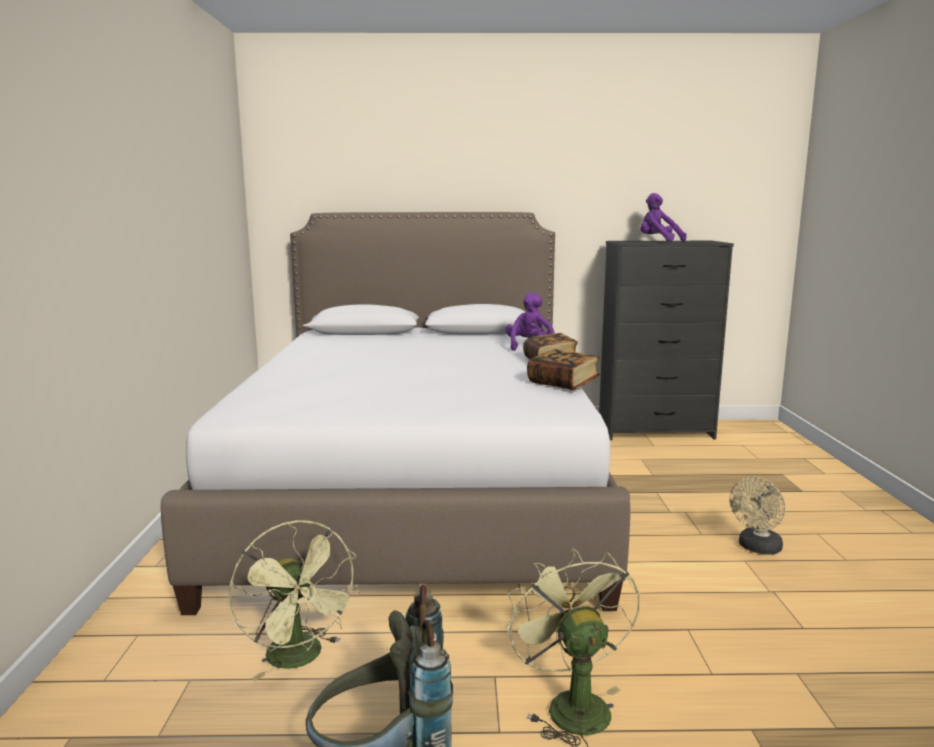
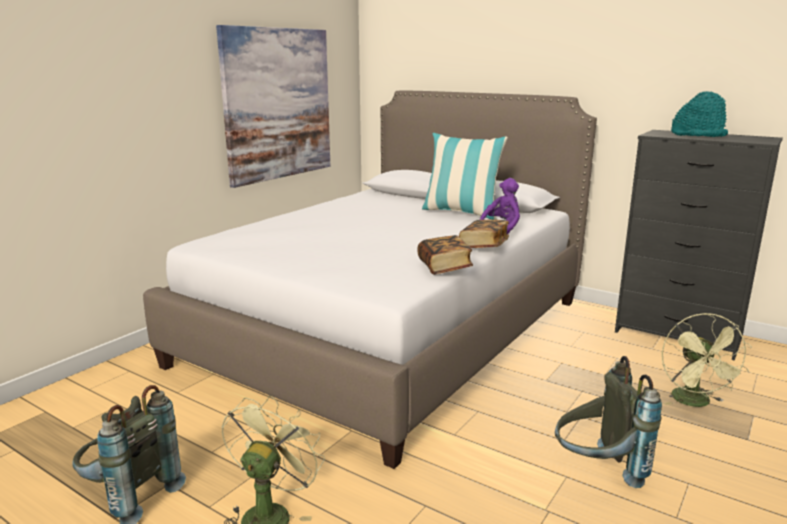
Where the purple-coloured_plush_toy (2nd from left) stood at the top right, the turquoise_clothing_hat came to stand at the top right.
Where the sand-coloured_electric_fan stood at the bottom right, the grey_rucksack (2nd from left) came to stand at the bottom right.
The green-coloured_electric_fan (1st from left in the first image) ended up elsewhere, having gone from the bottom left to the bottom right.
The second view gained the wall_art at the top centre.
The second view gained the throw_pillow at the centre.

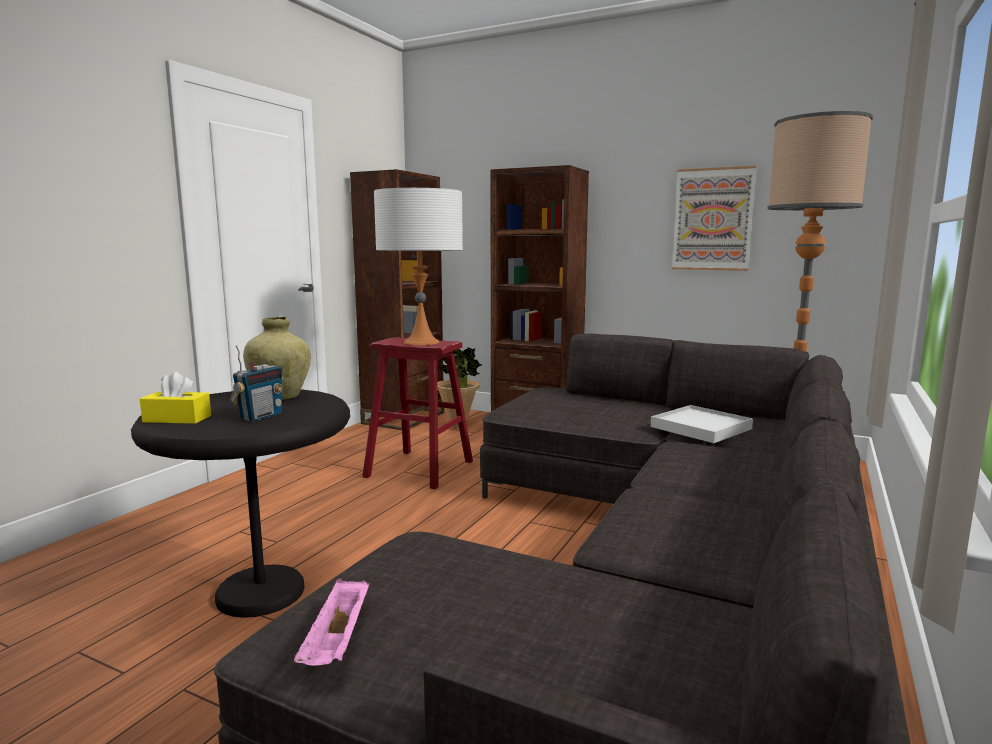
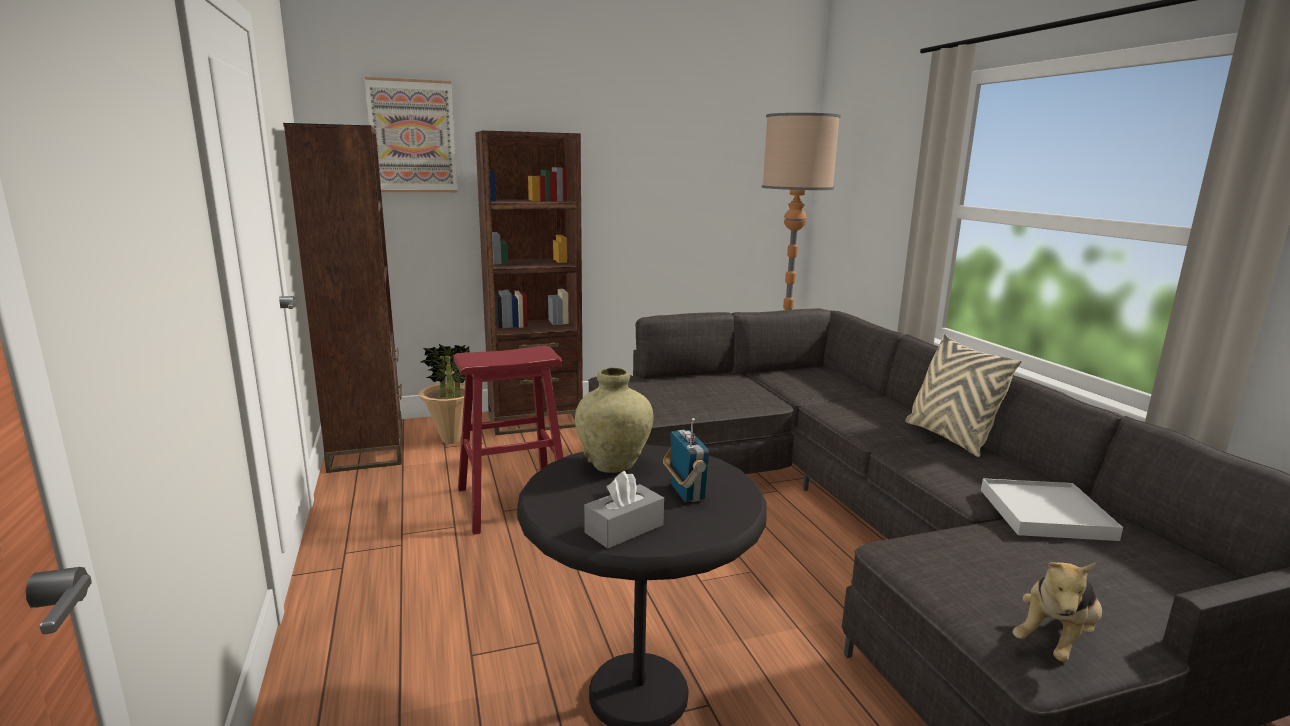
The wall_art ended up elsewhere, having gone from the top right to the top left.
The second view lost the white_tabletop_lamp at the centre.
What was the yellow_box_of_tissues at the middle left turned into the grey_box_of_tissues at the bottom centre.
The white_tray ended up elsewhere, having gone from the middle right to the bottom right.
Where the pink_tray stood at the bottom centre, the plush_toy came to stand at the bottom right.
The second view gained the sand-coloured_throw_pillow at the middle right.

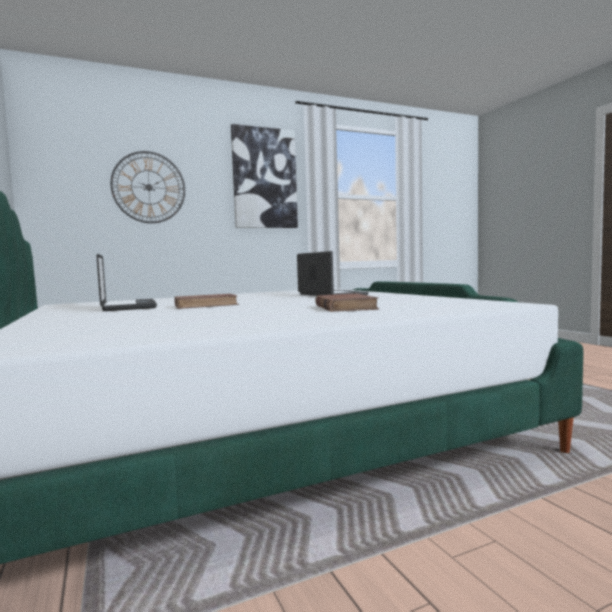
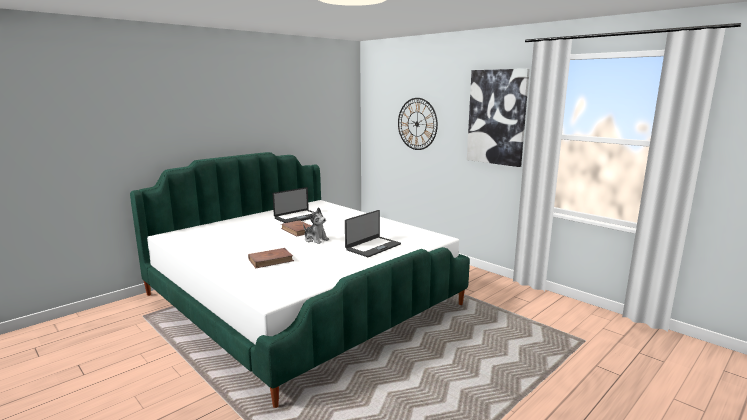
The second view gained the plush_toy at the centre.

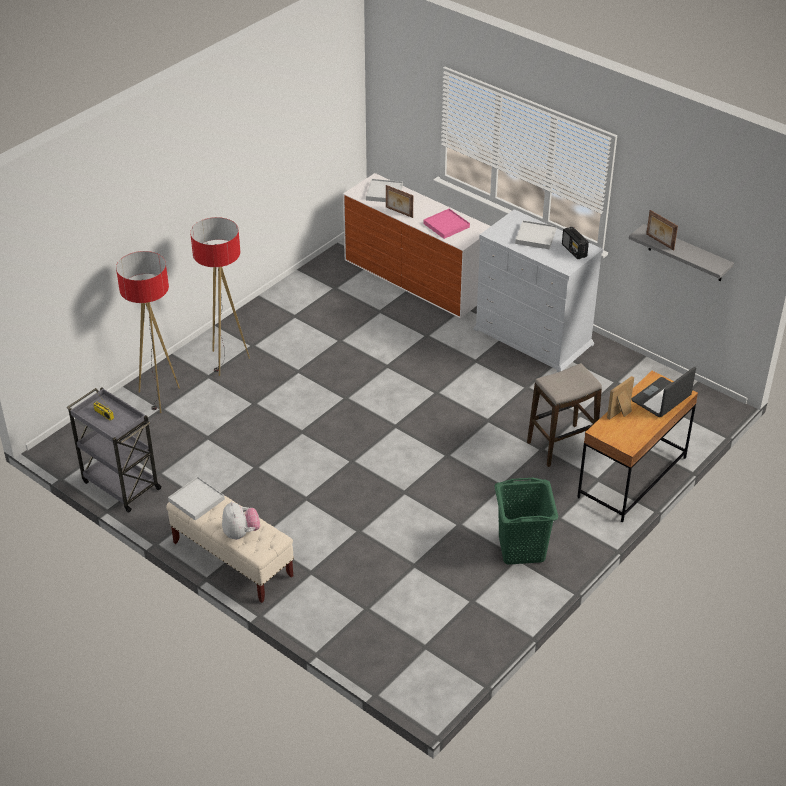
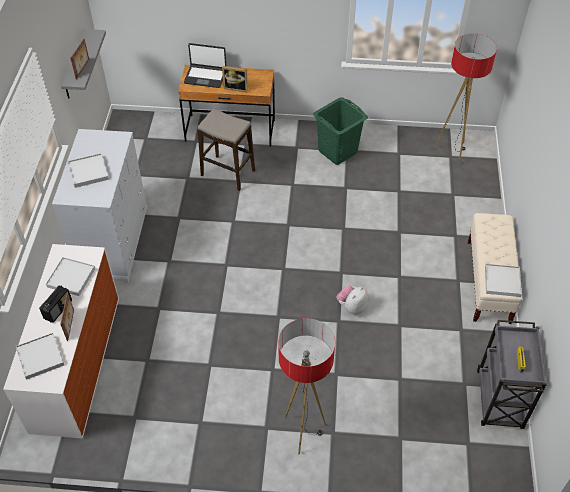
What was the pink_tray at the top centre turned into the white_tray (2nd from left) at the middle left.
The radio (2nd from left in the first image) ended up elsewhere, having gone from the top right to the middle left.
The standing_lamp (1st from left in the first image) ended up elsewhere, having gone from the middle left to the top right.
The plush_toy ended up elsewhere, having gone from the middle left to the centre.

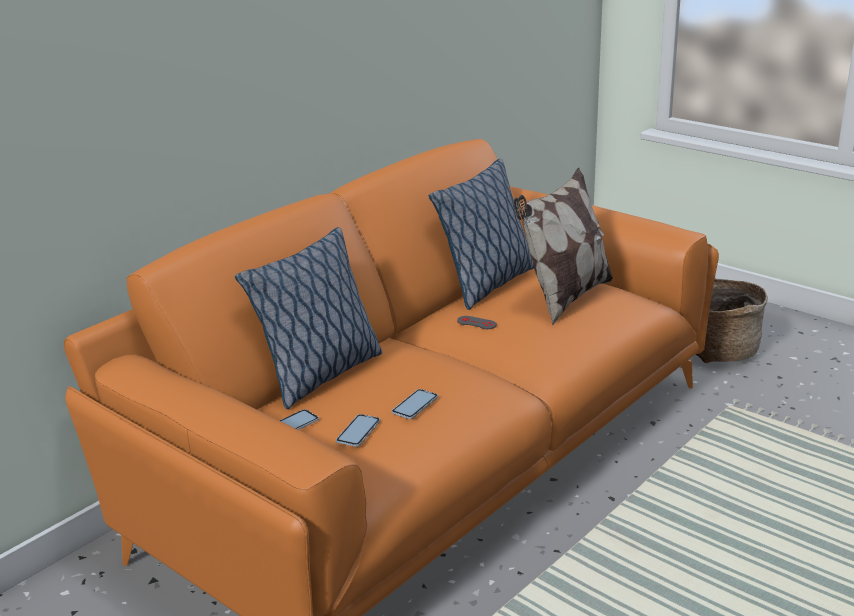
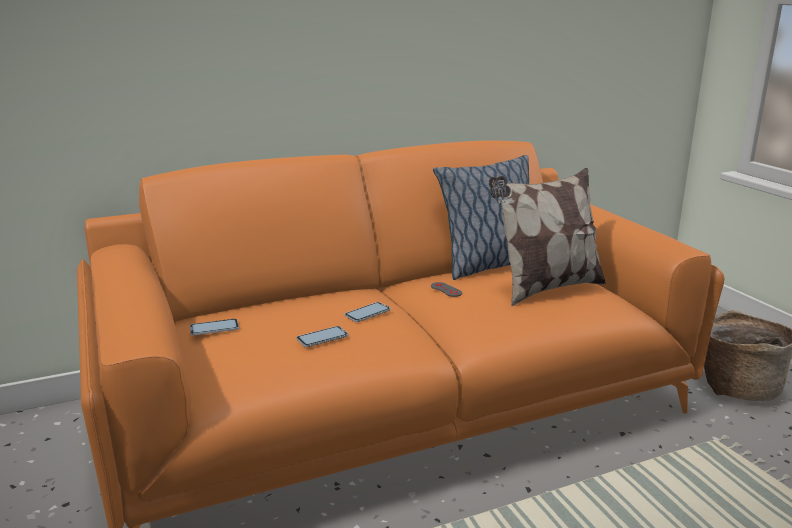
The second view lost the throw_pillow (1st from left) at the centre.
The phone (2nd from left in the first image) ended up elsewhere, having gone from the bottom centre to the centre.

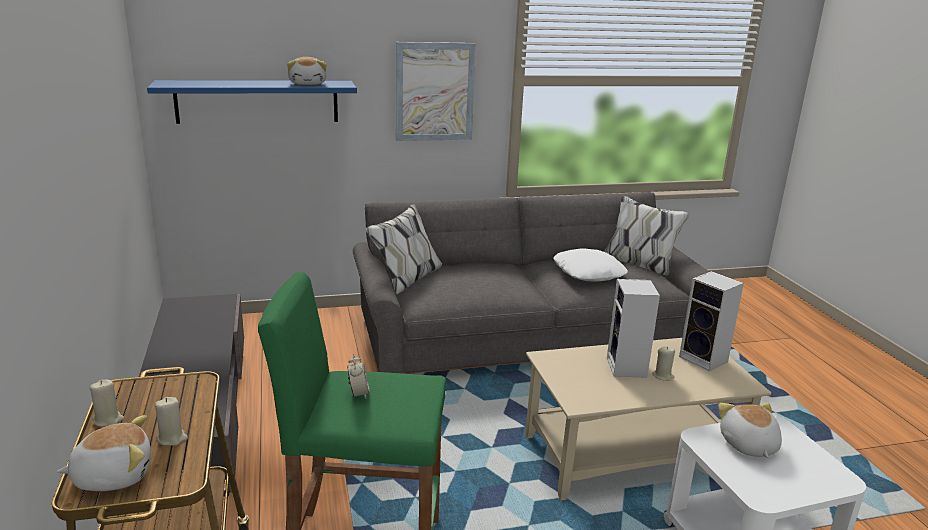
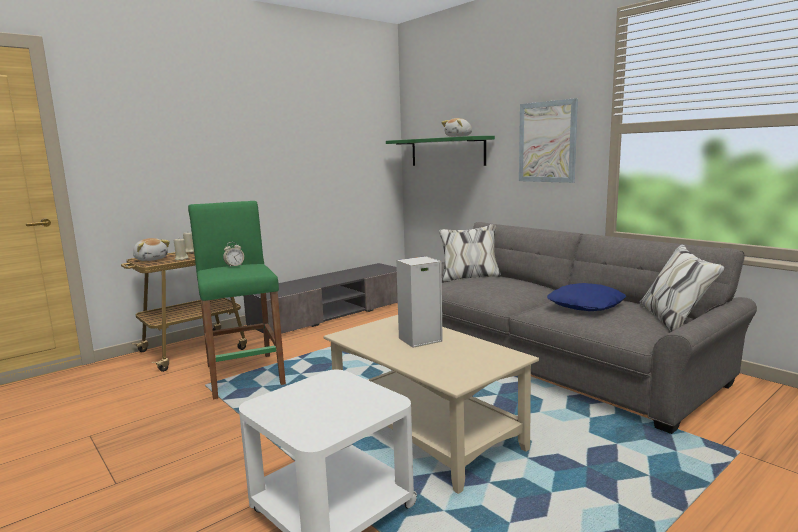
What was the blue_shelf at the top left turned into the green-coloured_shelf at the top centre.
What was the white_throw_pillow at the centre turned into the blue_throw_pillow at the middle right.
The second view lost the loudspeaker (2nd from left) at the middle right.
The second view lost the sand-coloured_wax_light (3rd from left) at the bottom right.
The second view lost the plush_toy (3rd from left) at the bottom right.

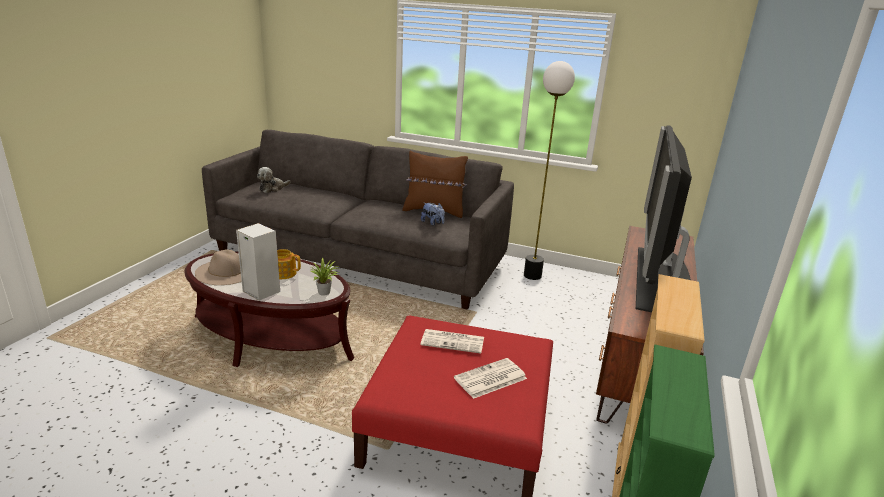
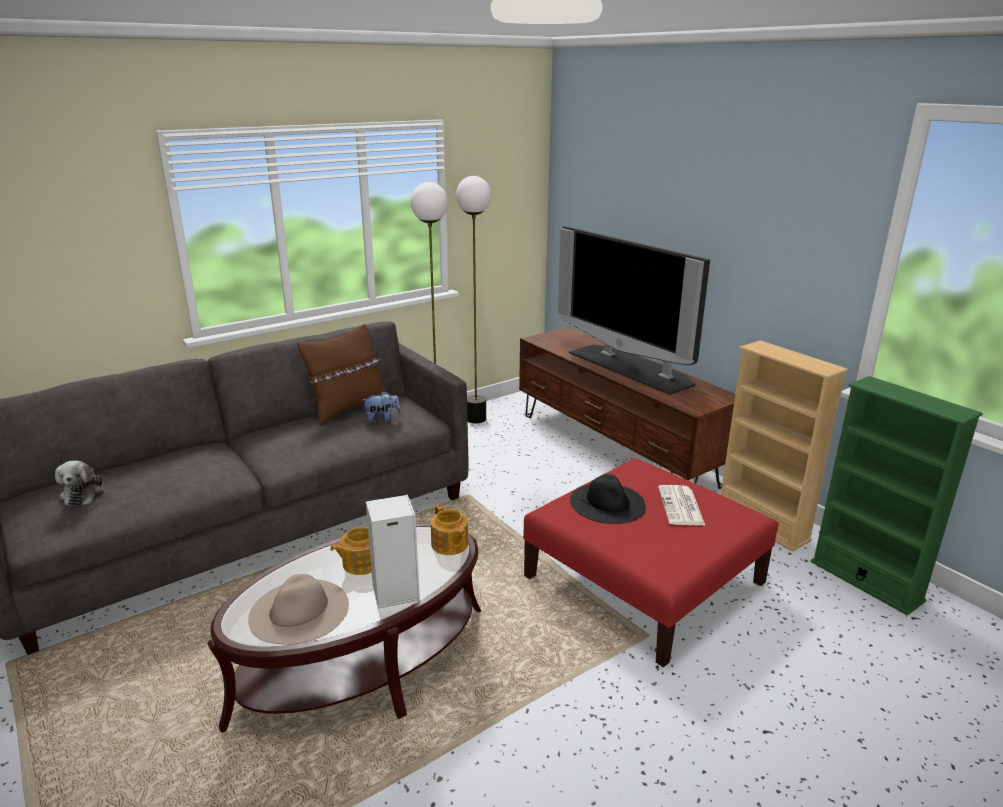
Where the houseplant stood at the centre, the tea_pot (2nd from left) came to stand at the centre.
Where the daily_paper (1st from left) stood at the bottom centre, the black_clothing_hat came to stand at the centre.
The second view gained the standing_lamp (2nd from left) at the centre.

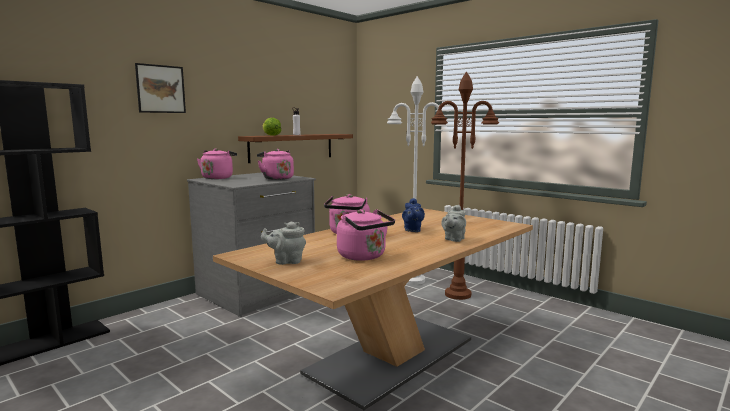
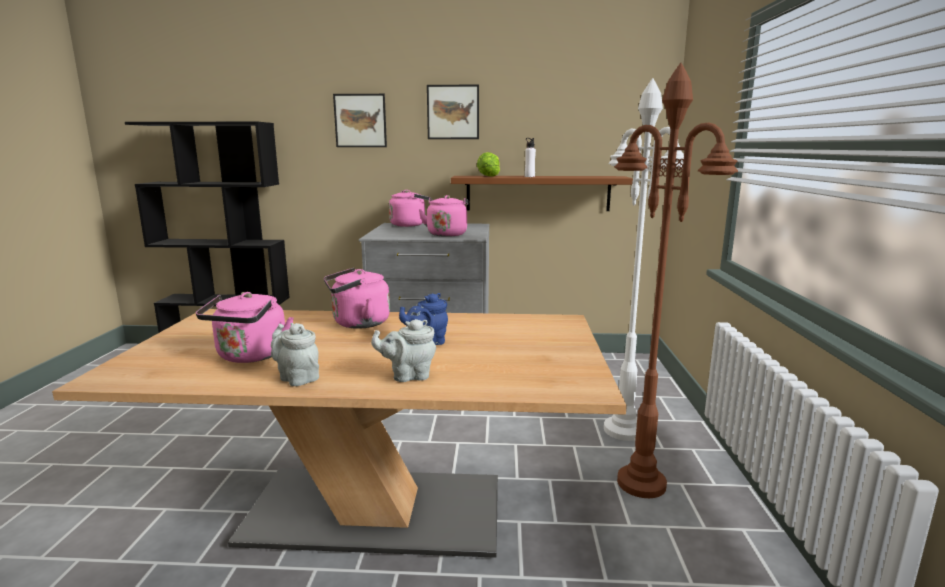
The grey_tea_pot (1st from left) ended up elsewhere, having gone from the centre to the middle left.
The second view gained the wall_art (2nd from left) at the top centre.

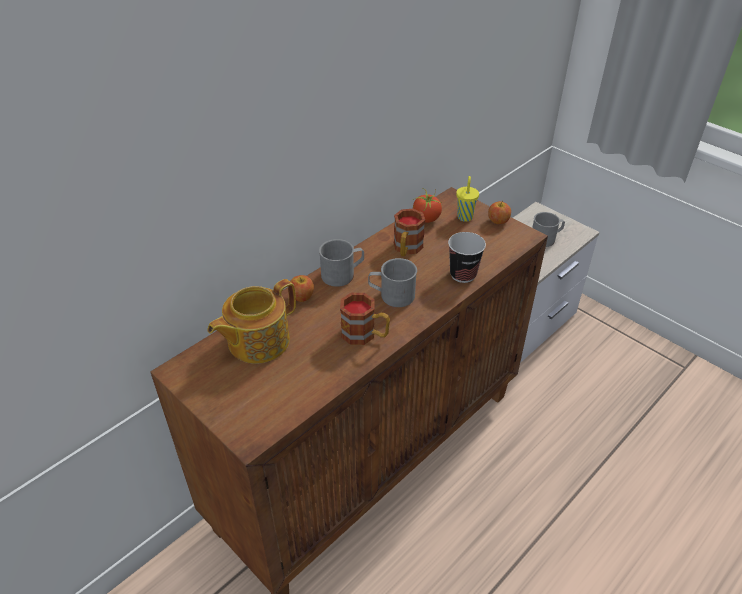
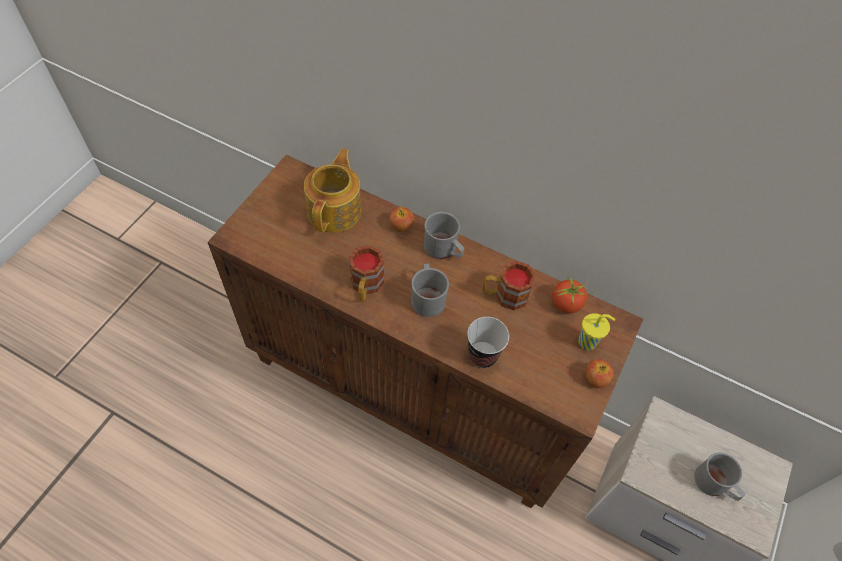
The tea_pot at the centre ended up facing another way, 75 degrees clockwise from before.

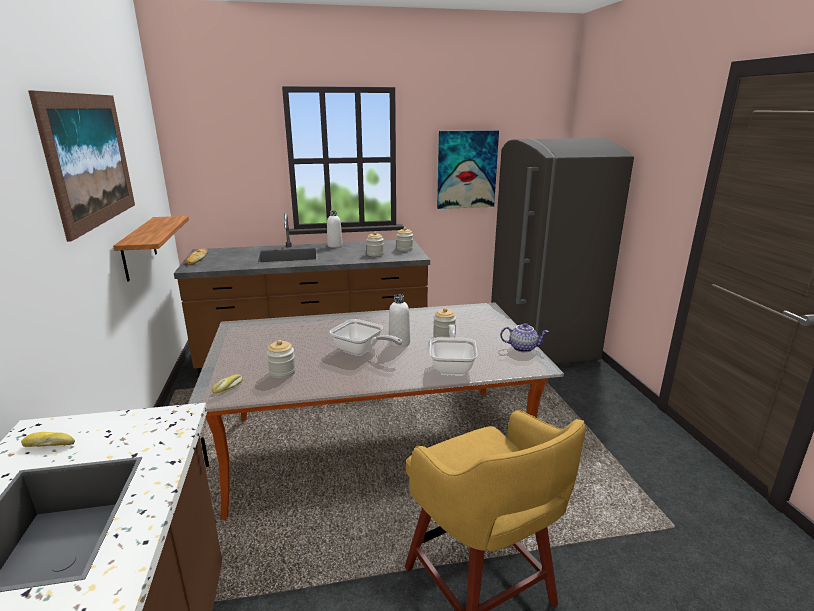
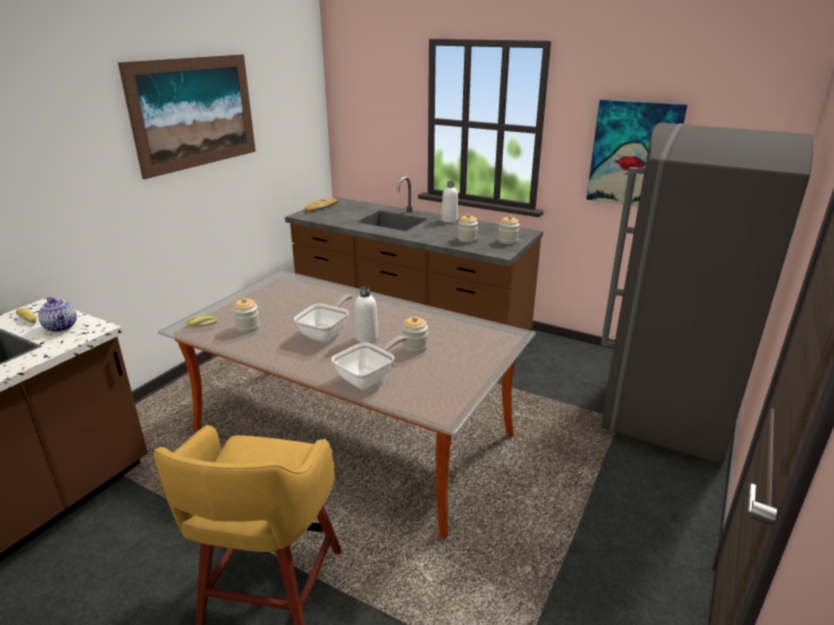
The second view lost the shelf at the middle left.
The skillet (1st from left) at the centre ended up facing another way, 135 degrees counterclockwise from before.
The tea_pot ended up elsewhere, having gone from the centre to the middle left.

